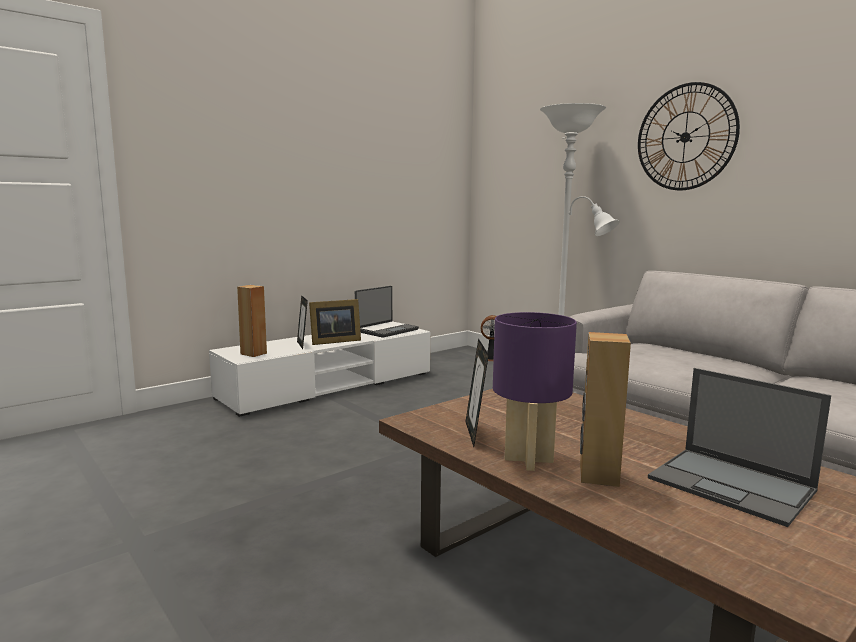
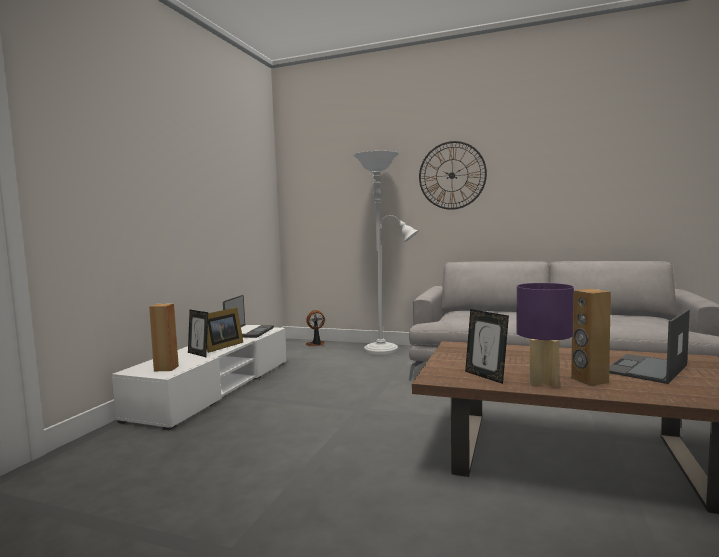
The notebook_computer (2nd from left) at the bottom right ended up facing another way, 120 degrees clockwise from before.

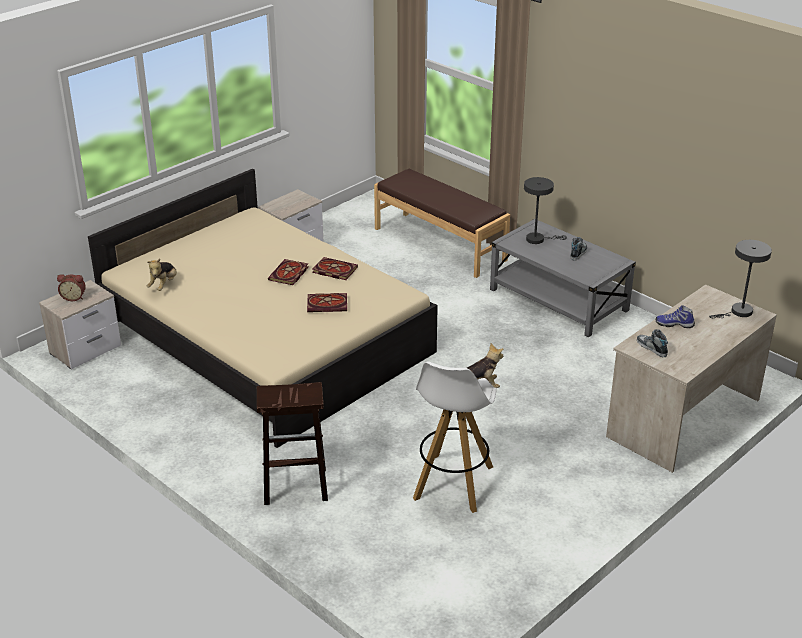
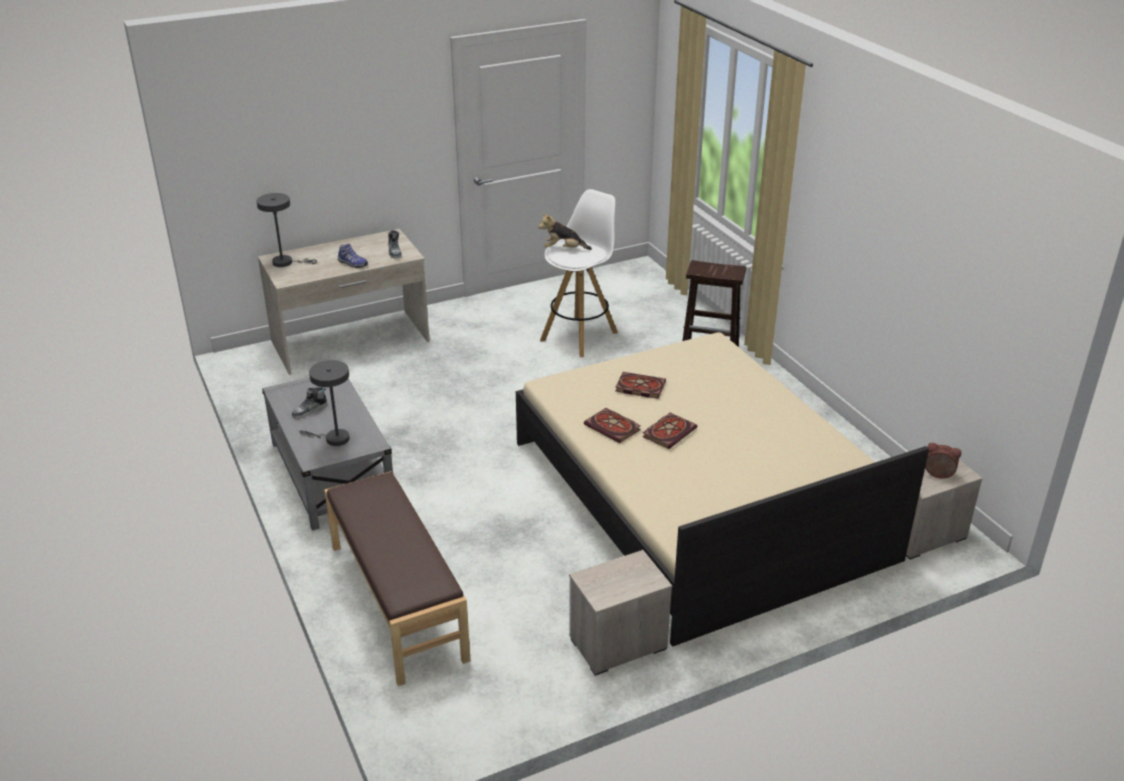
The second view lost the plush_toy (1st from left) at the middle left.

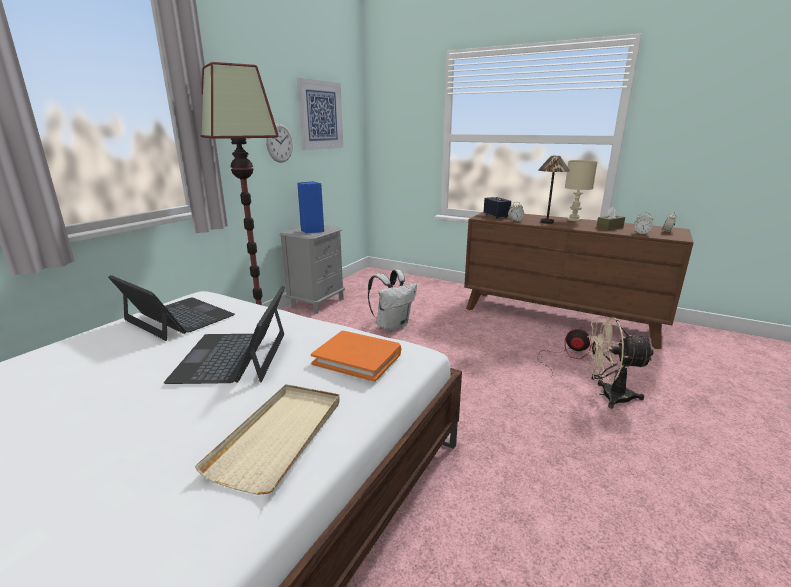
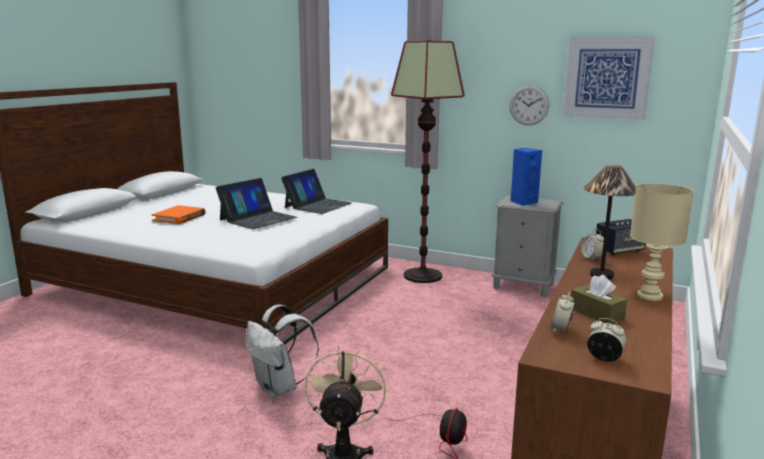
The white_rucksack ended up elsewhere, having gone from the centre to the bottom centre.
The notebook_computer (2nd from left in the first image) at the middle left ended up facing another way, 135 degrees clockwise from before.
The orange_bound_book ended up elsewhere, having gone from the centre to the middle left.
The second view lost the sand-coloured_tray at the bottom centre.

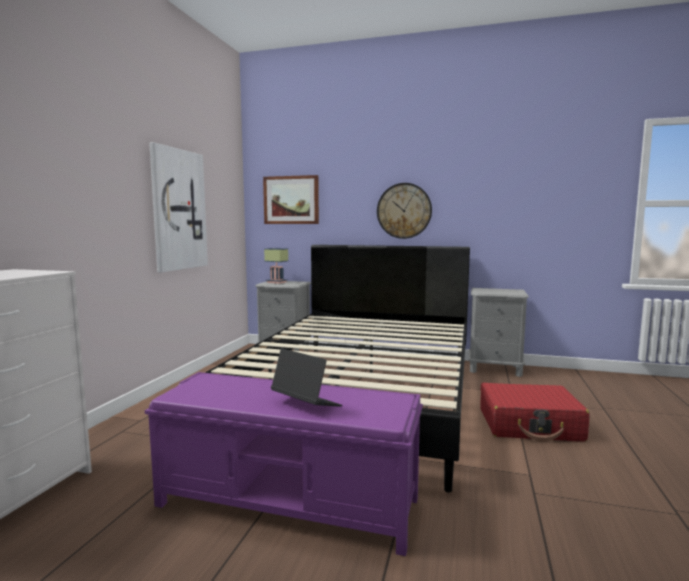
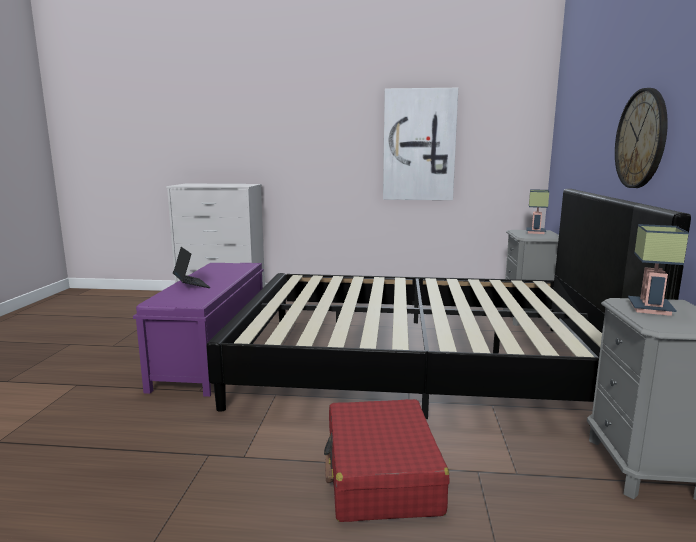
The second view lost the wall_art (2nd from left) at the centre.
The notebook_computer at the centre ended up facing another way, 60 degrees counterclockwise from before.
The second view gained the tabletop_lamp (2nd from left) at the middle right.

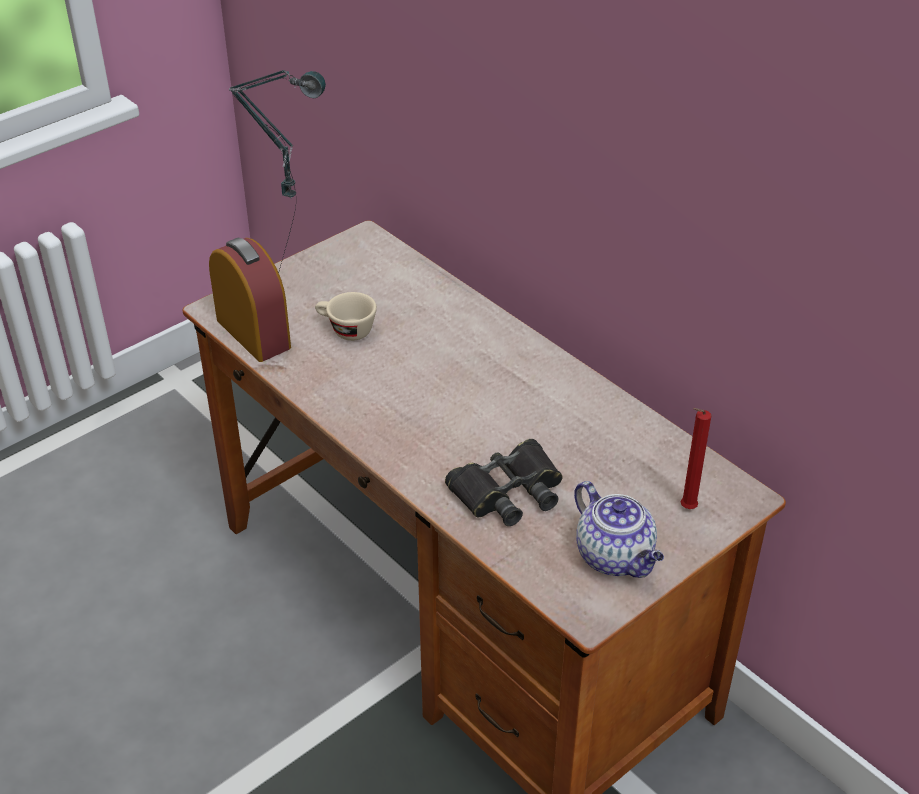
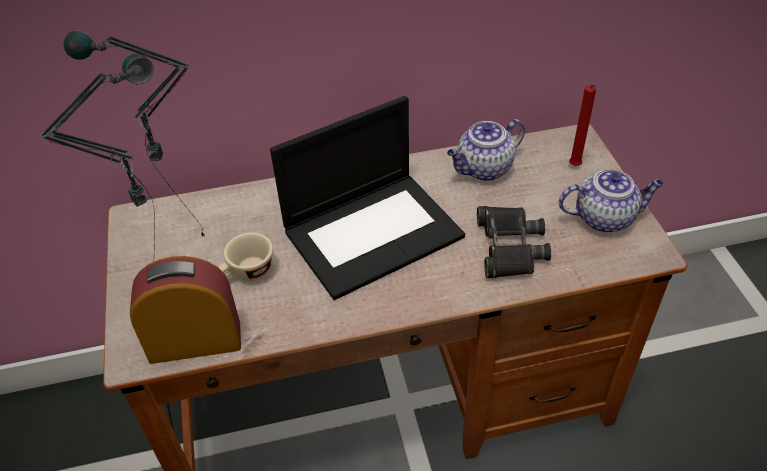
The second view gained the tabletop_lamp (2nd from left) at the top left.
The second view gained the notebook_computer at the centre.
The second view gained the tea_pot (1st from left) at the top centre.

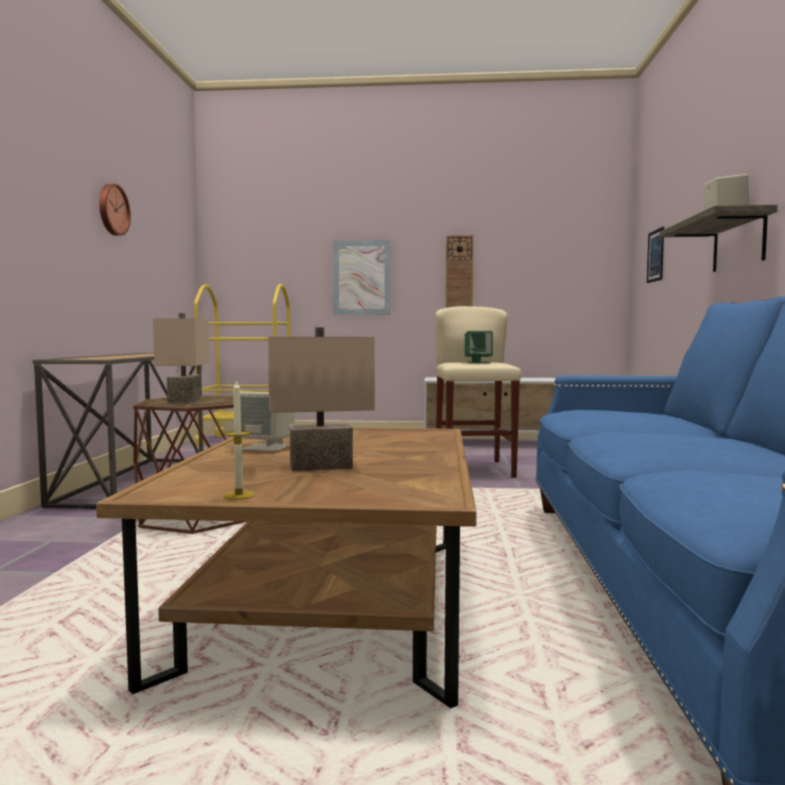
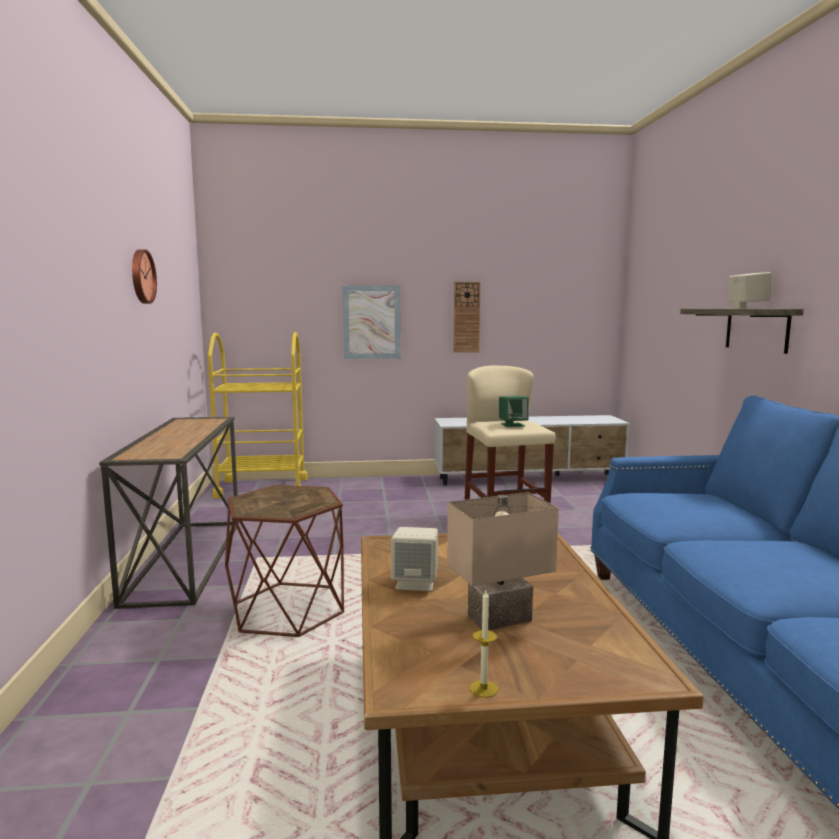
The second view lost the wall_art (2nd from left) at the top right.
The second view lost the sand-coloured_tabletop_lamp (1st from left) at the middle left.

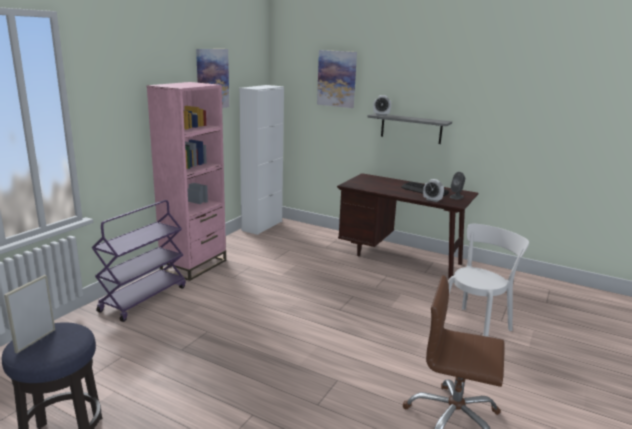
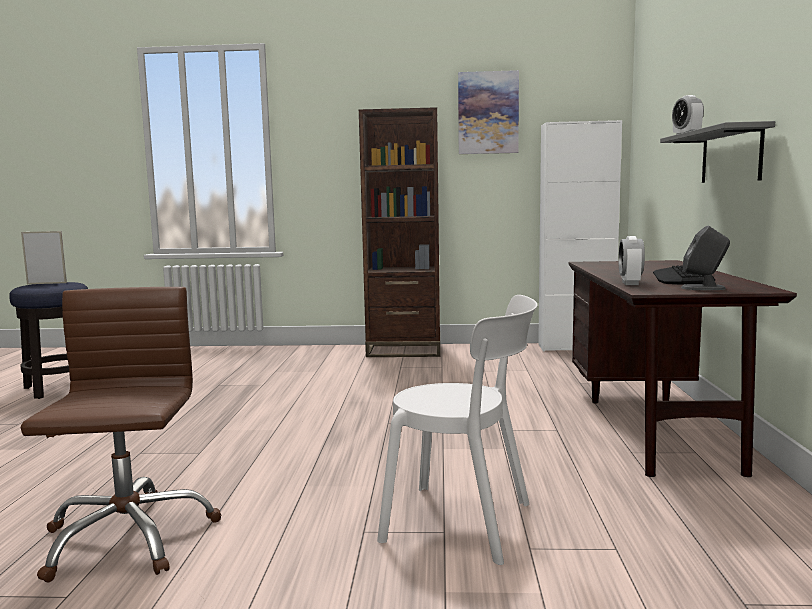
The second view lost the wall_art (2nd from left) at the top centre.
What was the pink_bookcase at the middle left turned into the brown_bookcase at the centre.
The second view lost the purple-coloured_trolley at the middle left.

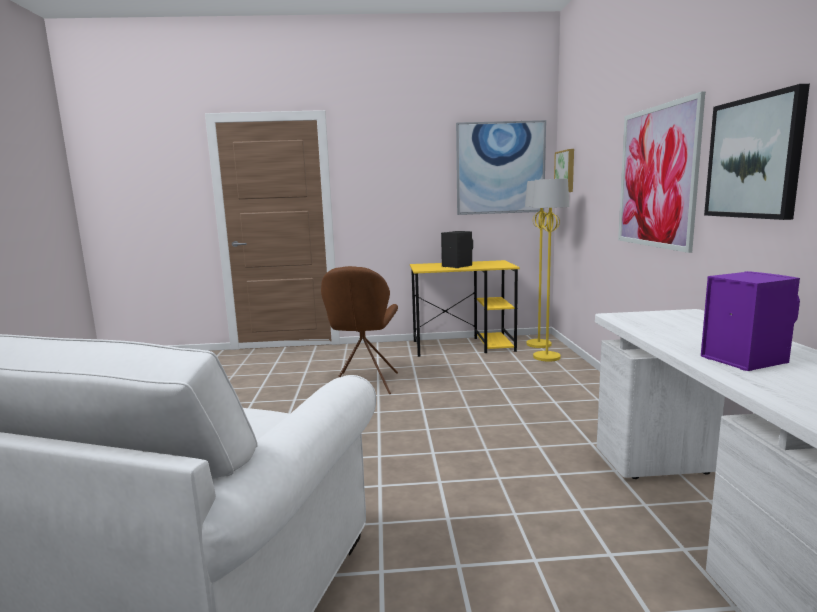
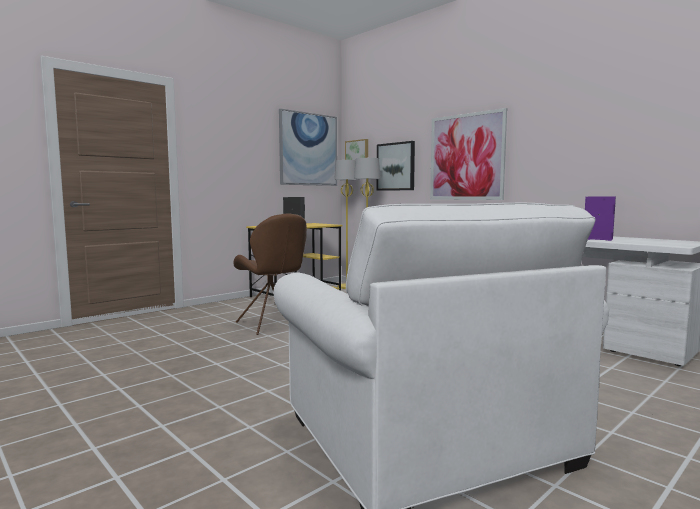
The wall_art (4th from left in the first image) ended up elsewhere, having gone from the top right to the top centre.

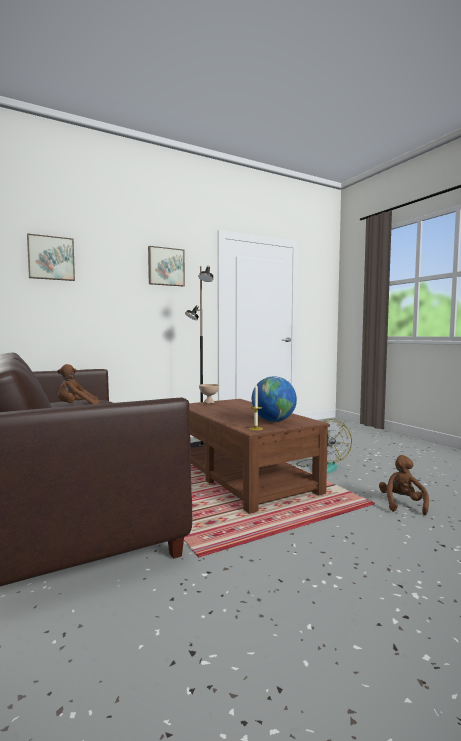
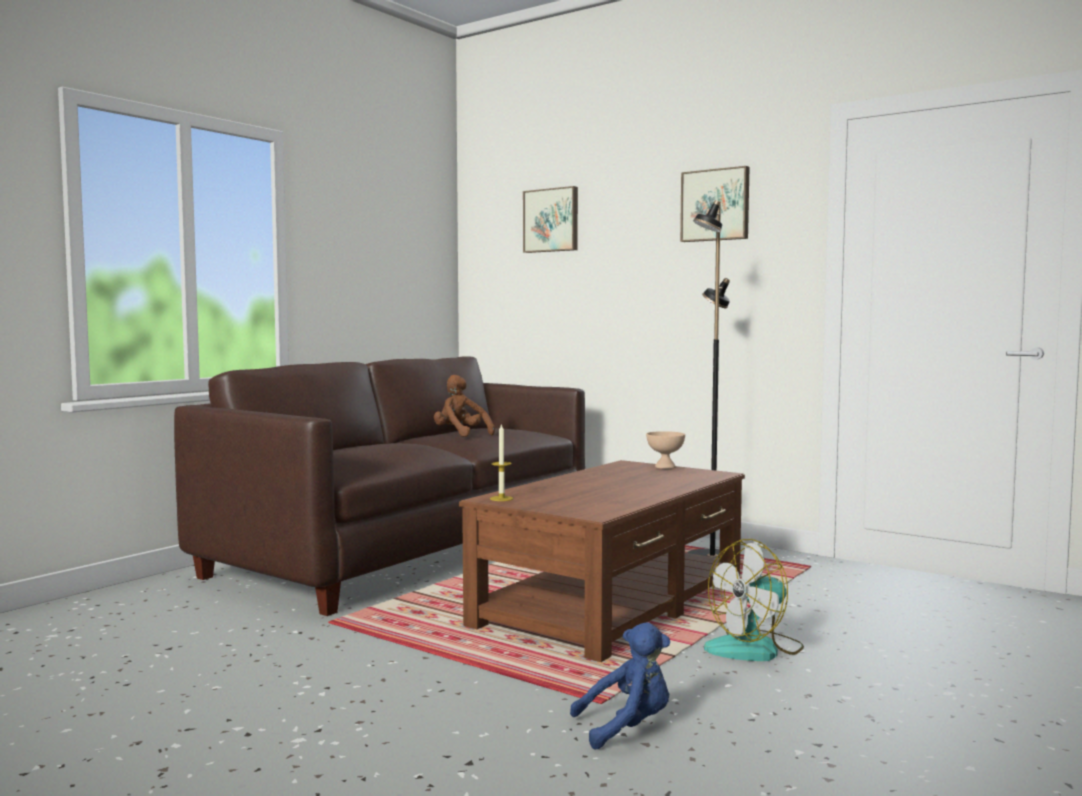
The second view lost the desk_globe at the centre.
What was the brown_plush_toy (2nd from left) at the middle right turned into the blue_plush_toy at the bottom centre.

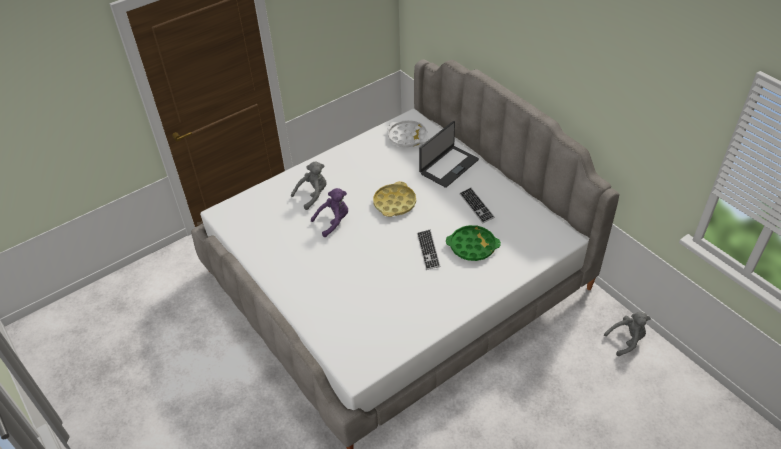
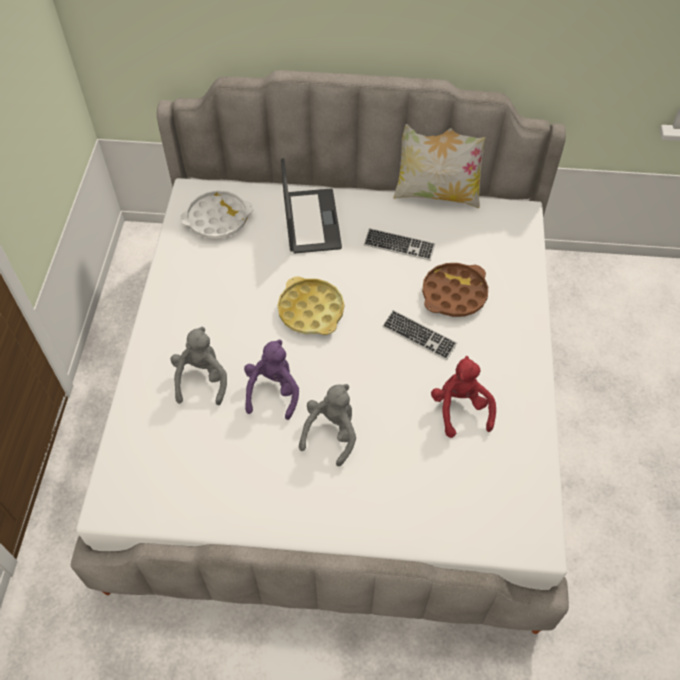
What was the green-coloured_tray at the centre turned into the brown_tray at the middle right.
The grey_plush_toy (2nd from left) ended up elsewhere, having gone from the bottom right to the centre.
The second view gained the throw_pillow at the top centre.
The second view gained the reddish_plush_toy at the middle right.

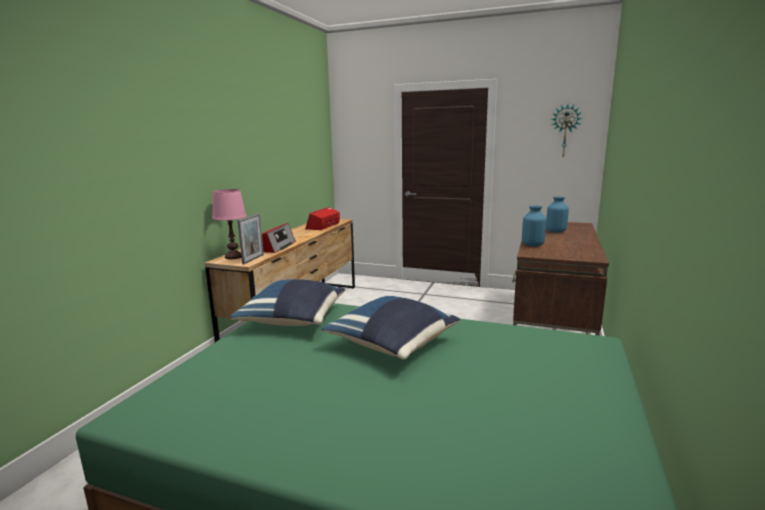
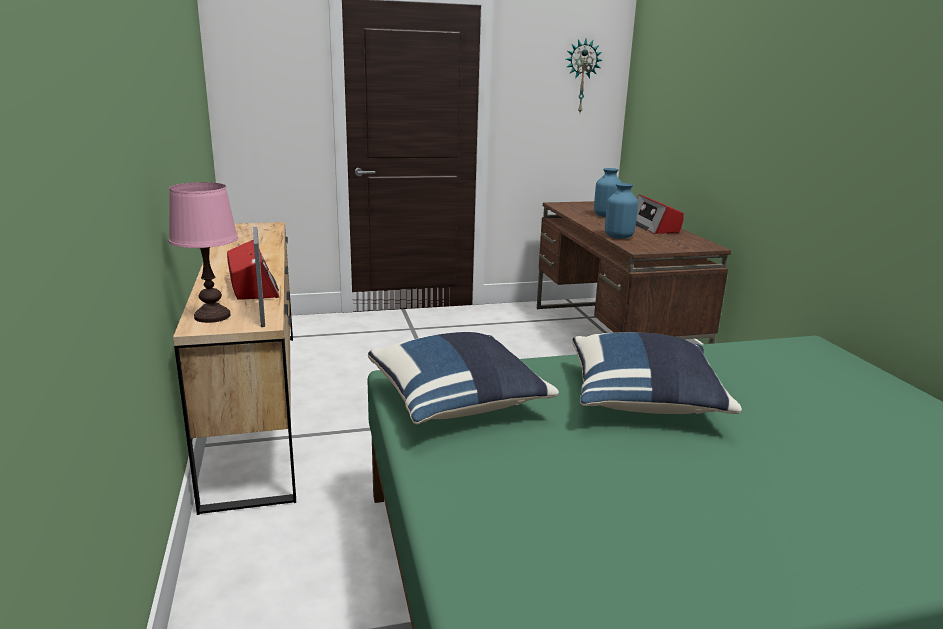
The radio (2nd from left) ended up elsewhere, having gone from the centre to the middle right.

